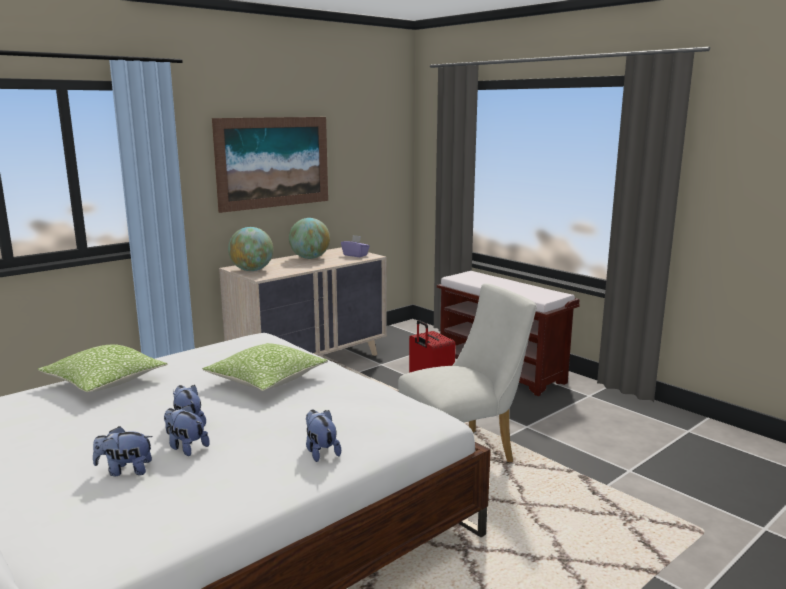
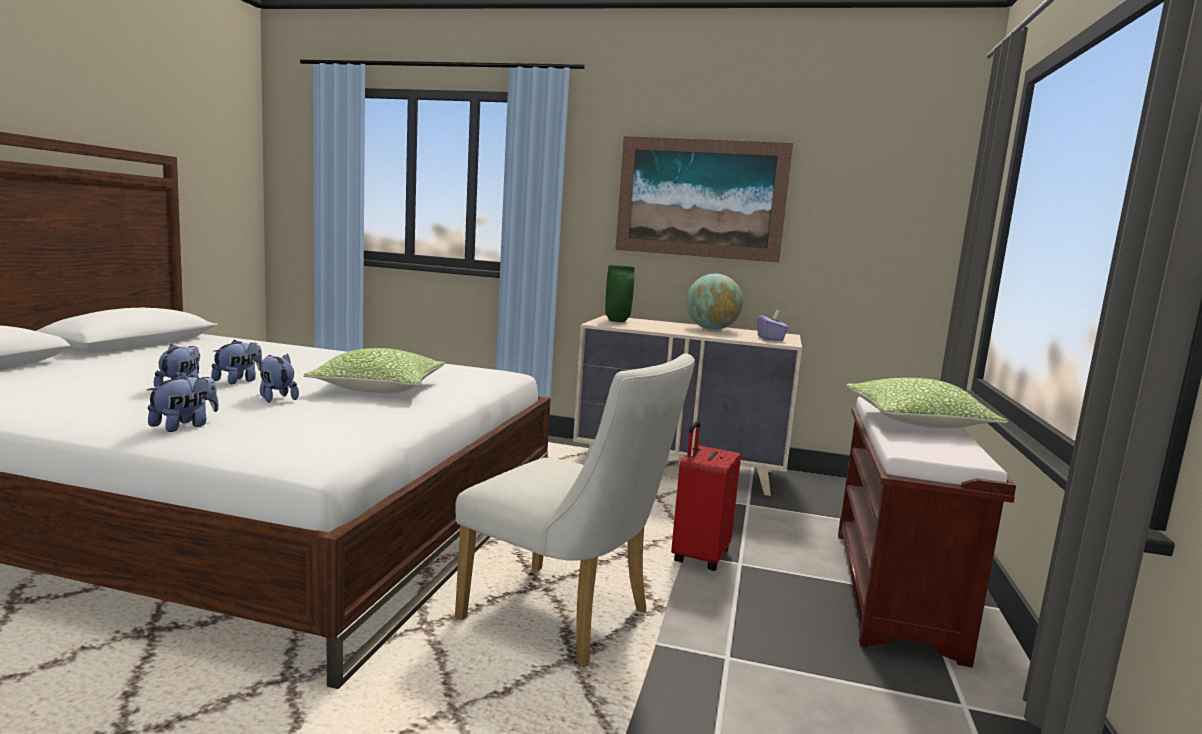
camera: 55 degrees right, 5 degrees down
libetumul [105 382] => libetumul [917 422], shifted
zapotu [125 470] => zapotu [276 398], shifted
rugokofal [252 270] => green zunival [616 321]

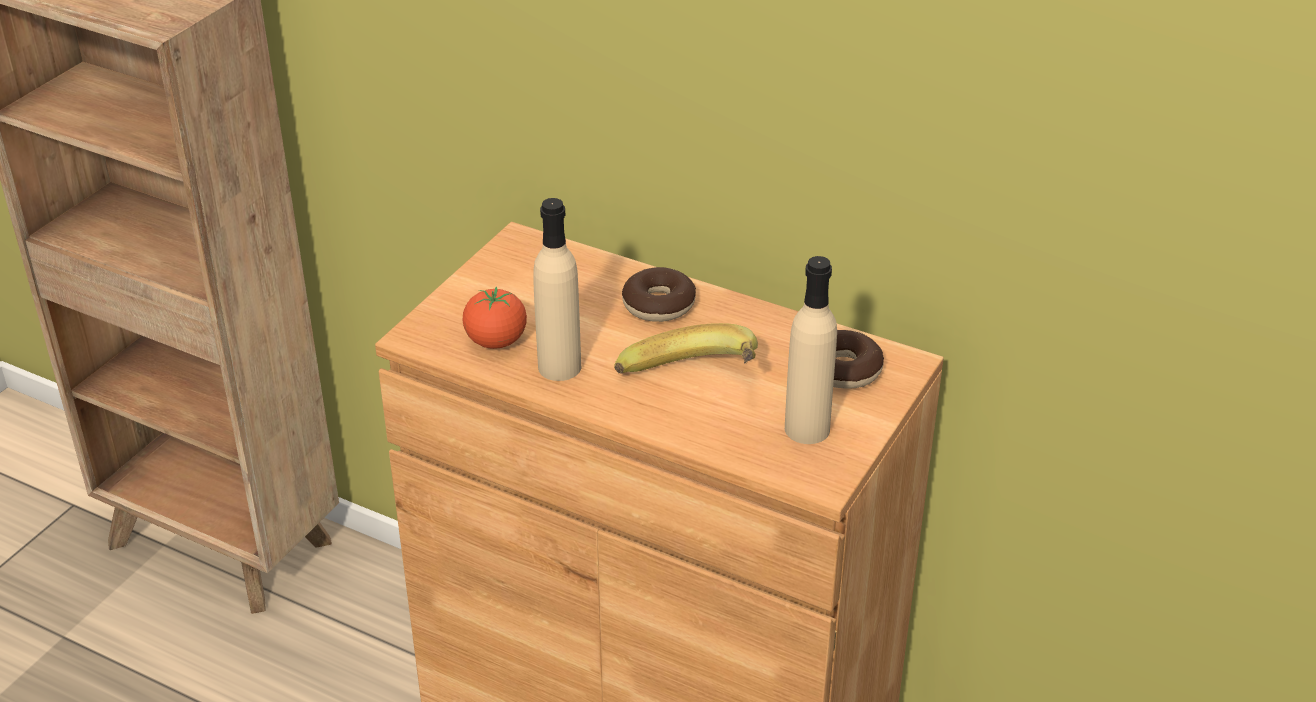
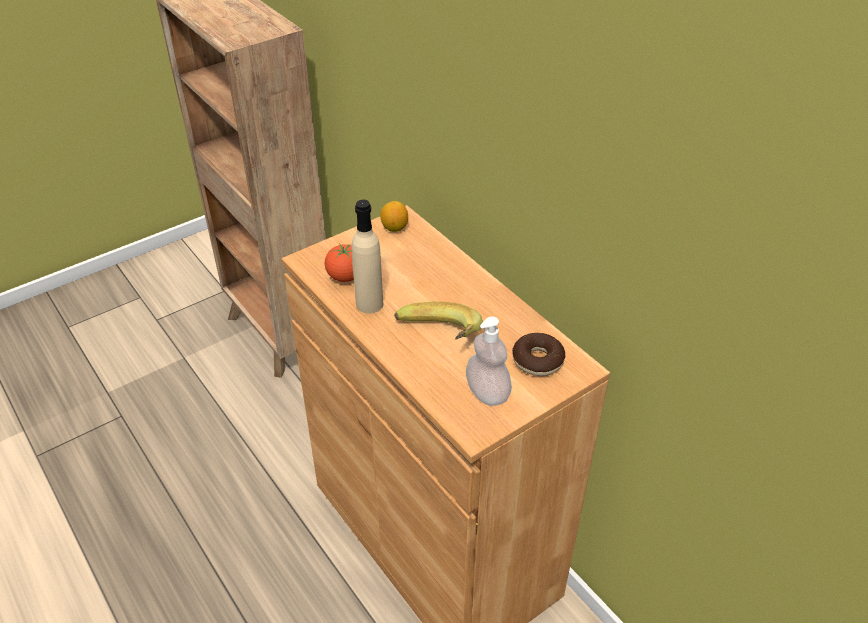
camera: 25 degrees right, 5 degrees up
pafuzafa [659 305] => nothing
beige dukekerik [807 429] => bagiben [487 393]
nothing => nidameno [394 228]

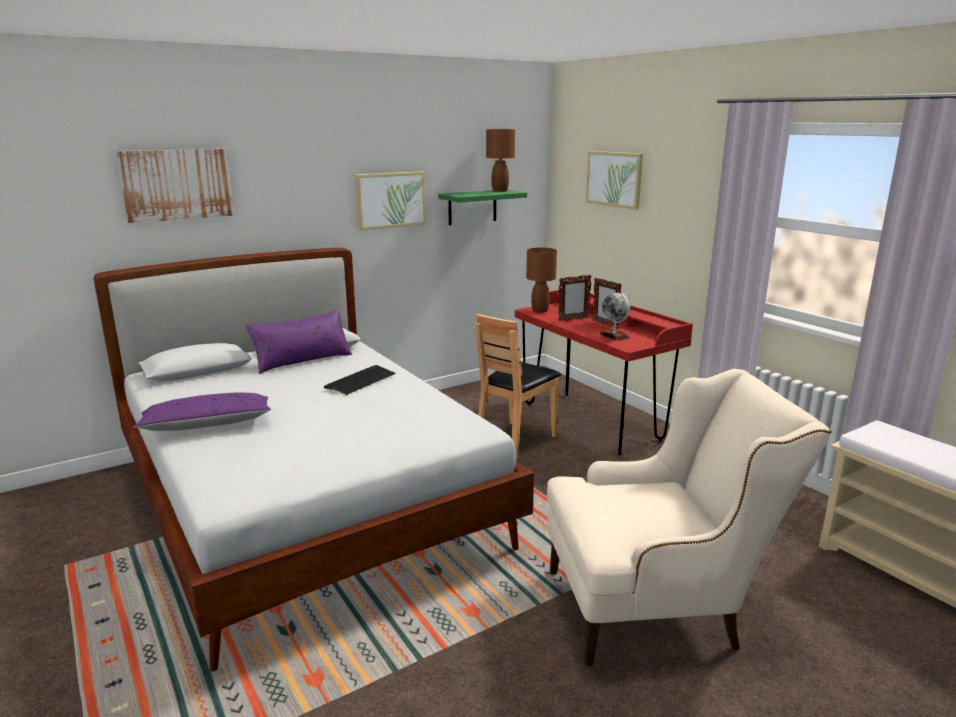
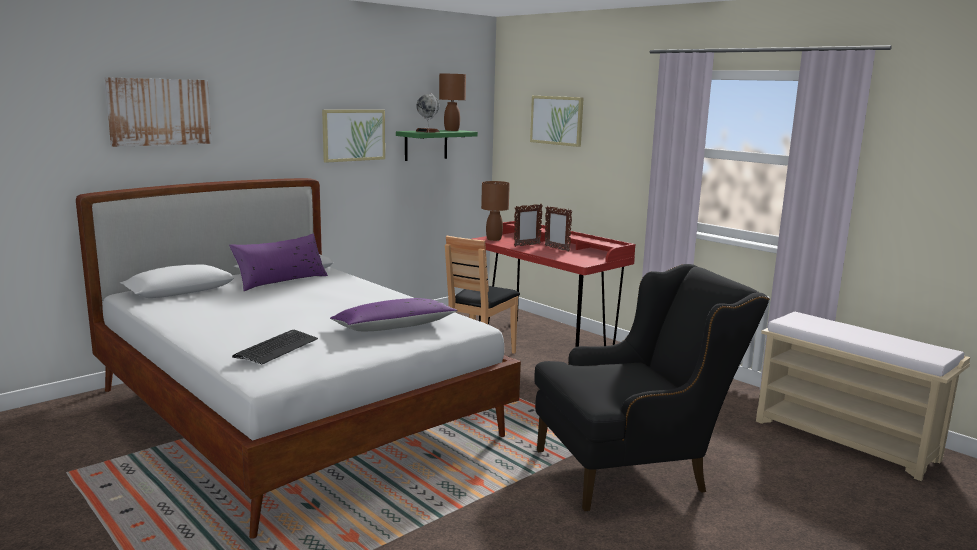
camera: 10 degrees left, 5 degrees down
purple libetumul [207 425] => purple libetumul [393 327], shifted
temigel [360 381] => temigel [276 348], shifted
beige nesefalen [658 605] => black nesefalen [634 468]
rugokofal [614 336] => rugokofal [427 131], shifted

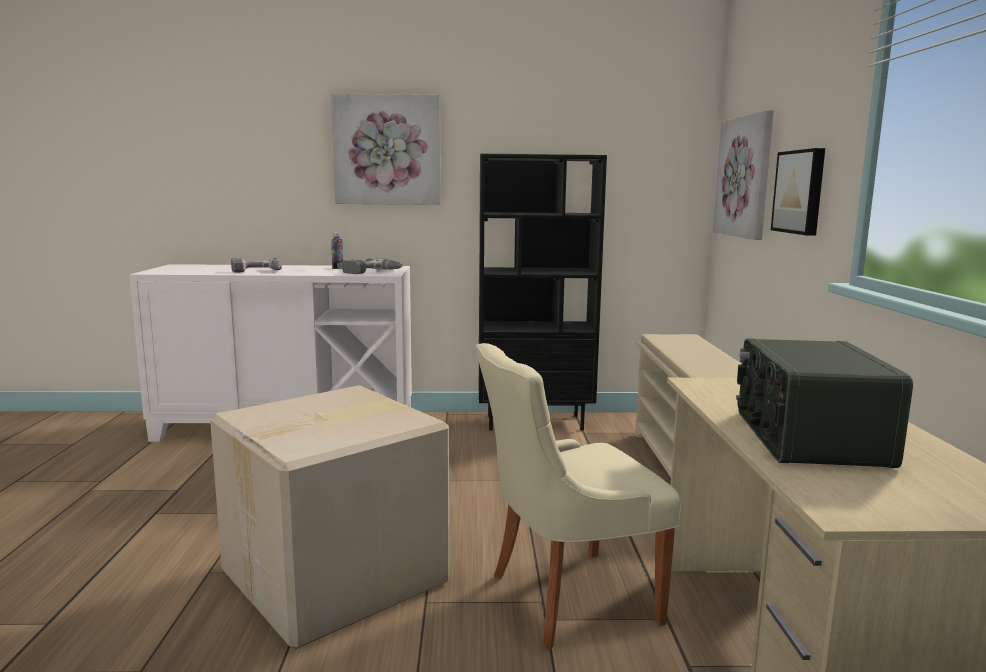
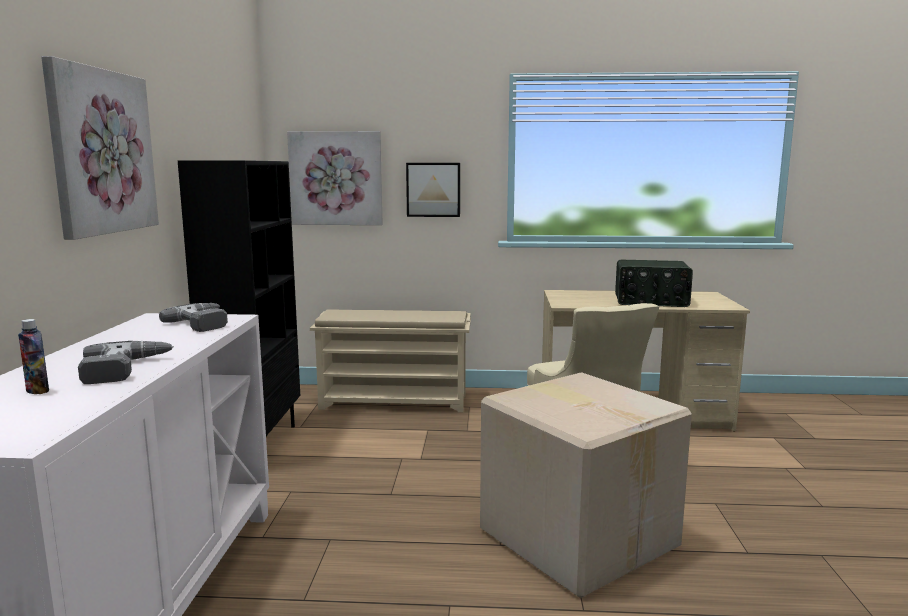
camera: 85 degrees left, 0 degrees up
dukekerik [337 268] => dukekerik [37 391], shifted

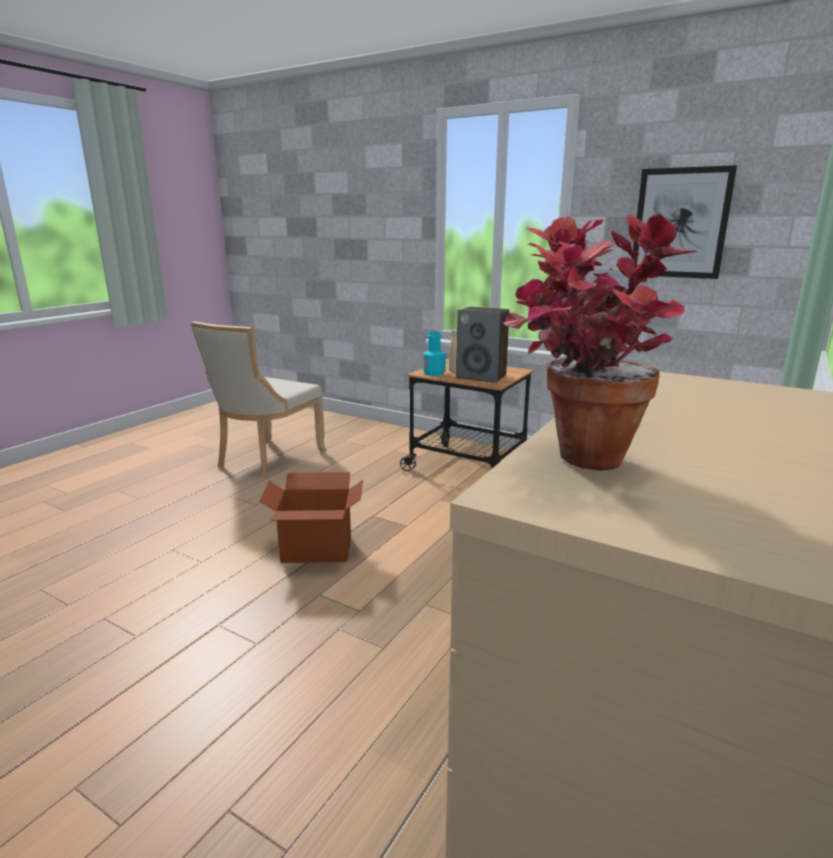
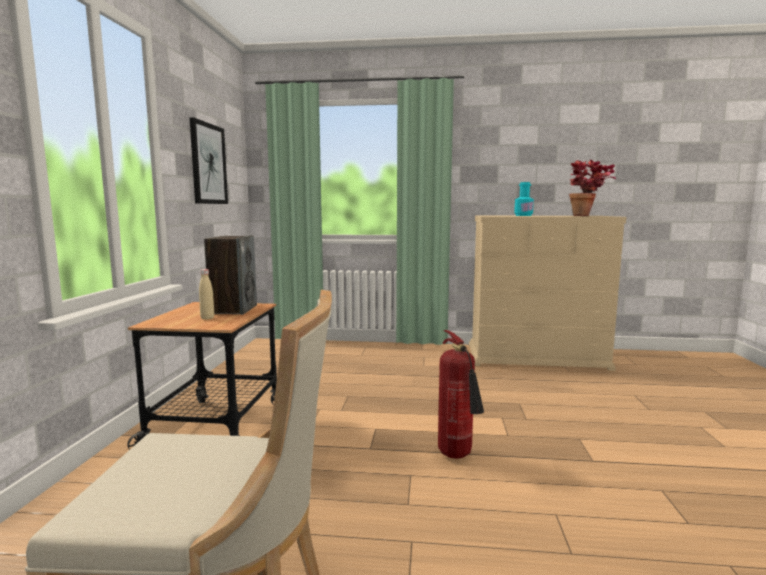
camera: 115 degrees left, 10 degrees down
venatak [317 550] => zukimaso [458 456]
turquoise dukekerik [434 373] => turquoise dukekerik [523 215], shifted

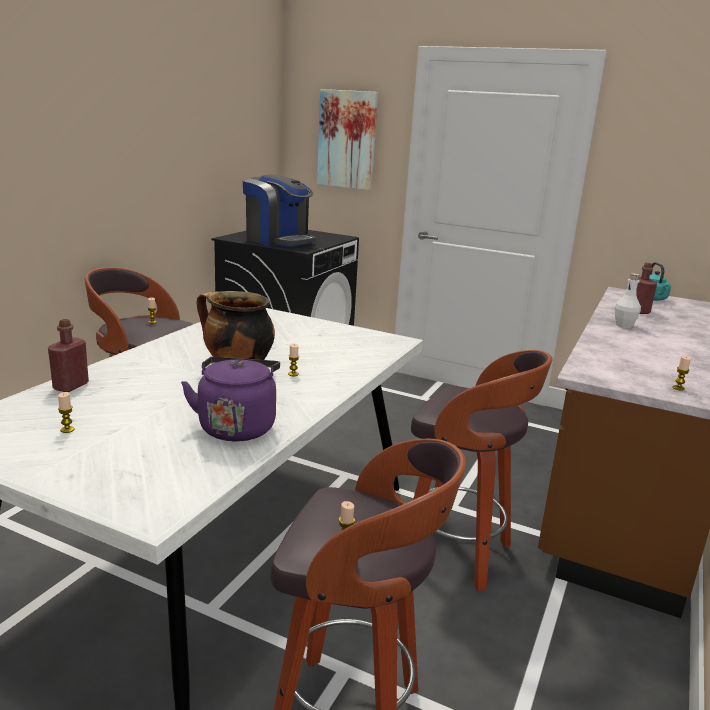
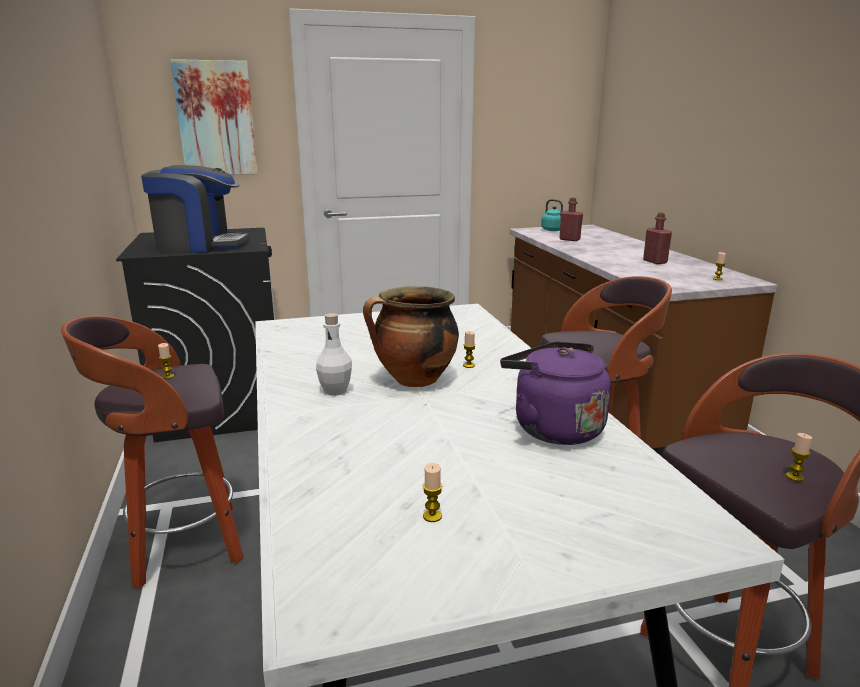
camera: 40 degrees left, 0 degrees up
red dukekerik [71 386] => red dukekerik [655 261], shifted
white dukekerik [624 325] => white dukekerik [335 391], shifted

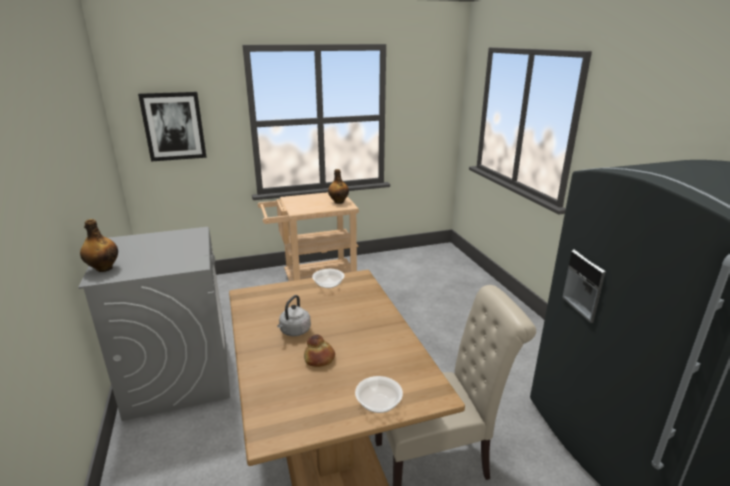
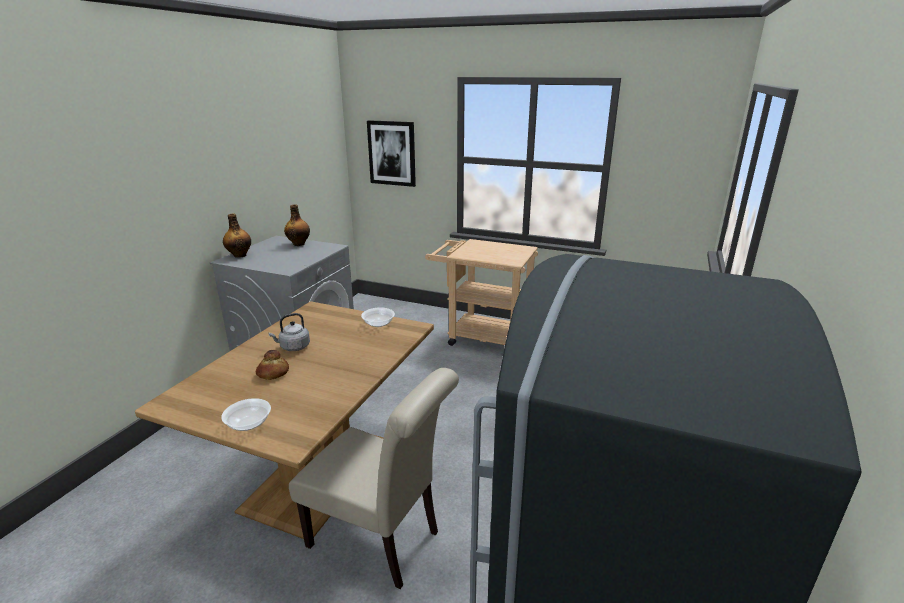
camera: 40 degrees right, 0 degrees up
dukekerik [338 202] => dukekerik [299 244], shifted

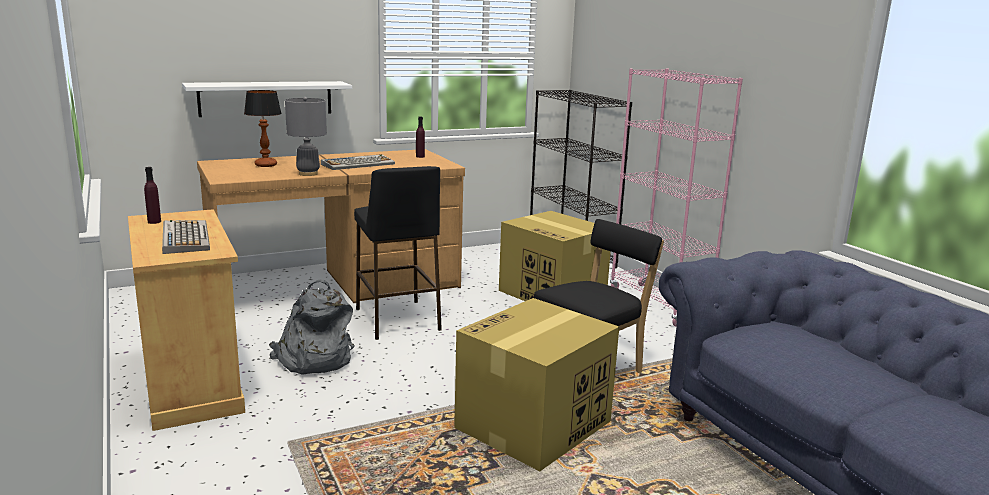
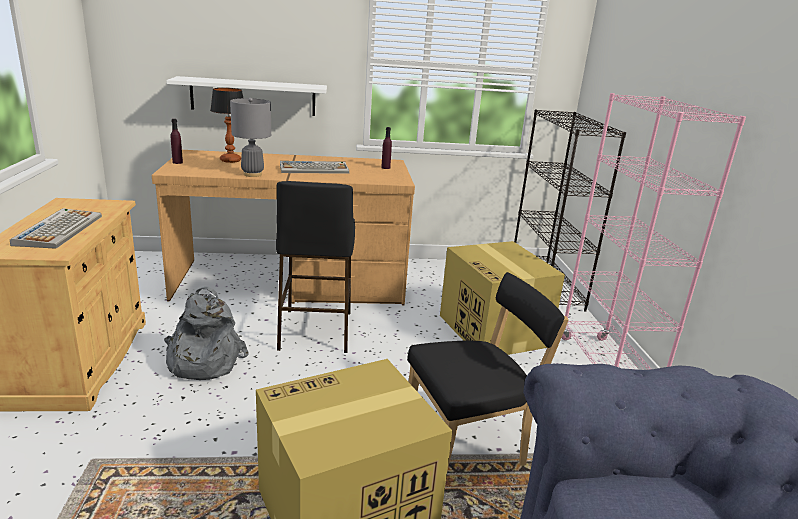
camera: 20 degrees right, 5 degrees up
purple dukekerik [154 222] => purple dukekerik [177 162], shifted

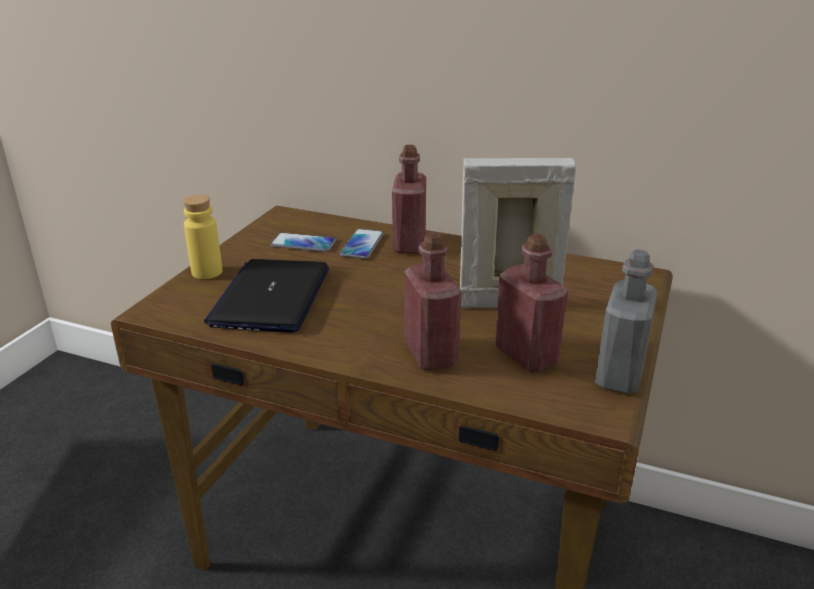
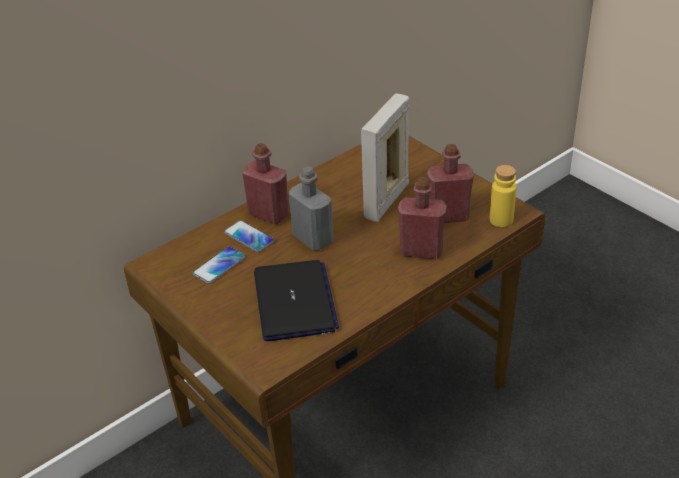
camera: 60 degrees left, 10 degrees up
yellow dukekerik [207 272] => yellow dukekerik [501 220], shifted
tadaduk [271 297] => tadaduk [294 302], 135 degrees counterclockwise
grey dukekerik [619 376] => grey dukekerik [313 239], shifted

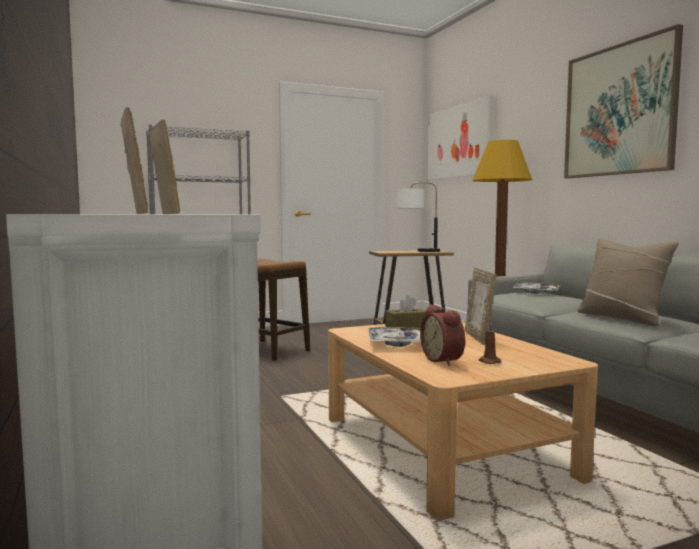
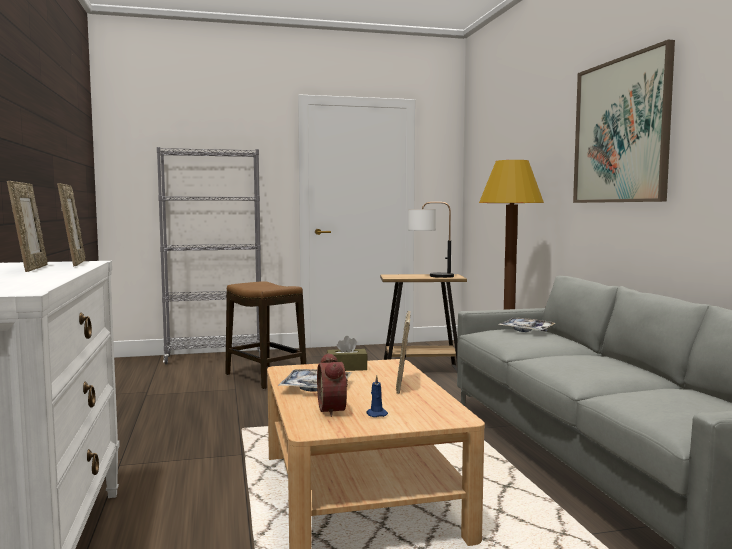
camera: 10 degrees right, 0 degrees up
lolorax [459 141] => nothing
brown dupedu [488 361] => blue dupedu [376 414]
beige libetumul [622 318] => nothing

